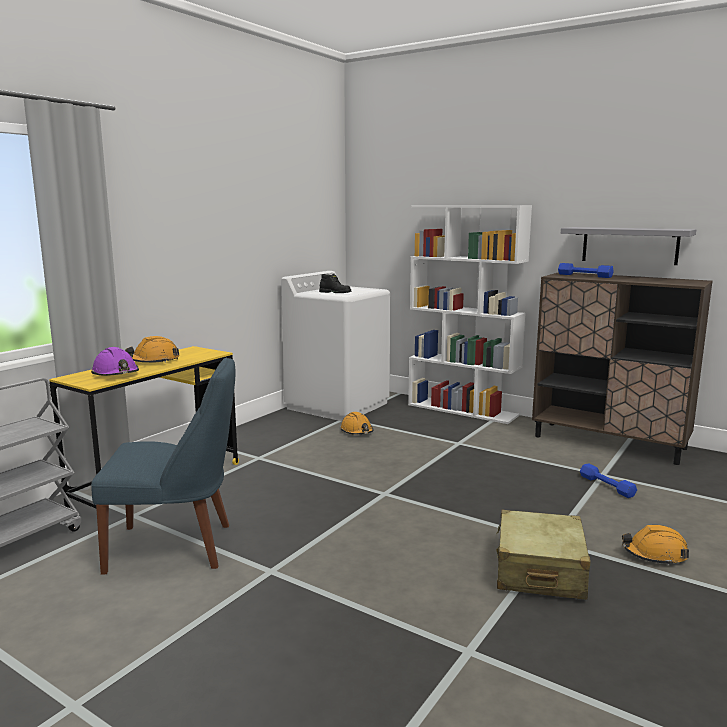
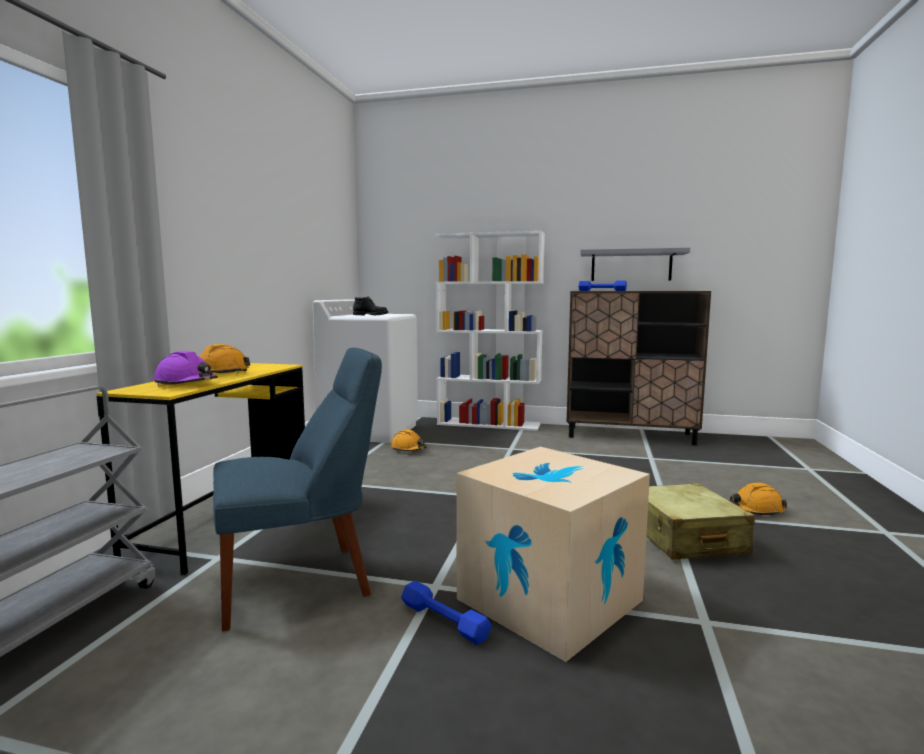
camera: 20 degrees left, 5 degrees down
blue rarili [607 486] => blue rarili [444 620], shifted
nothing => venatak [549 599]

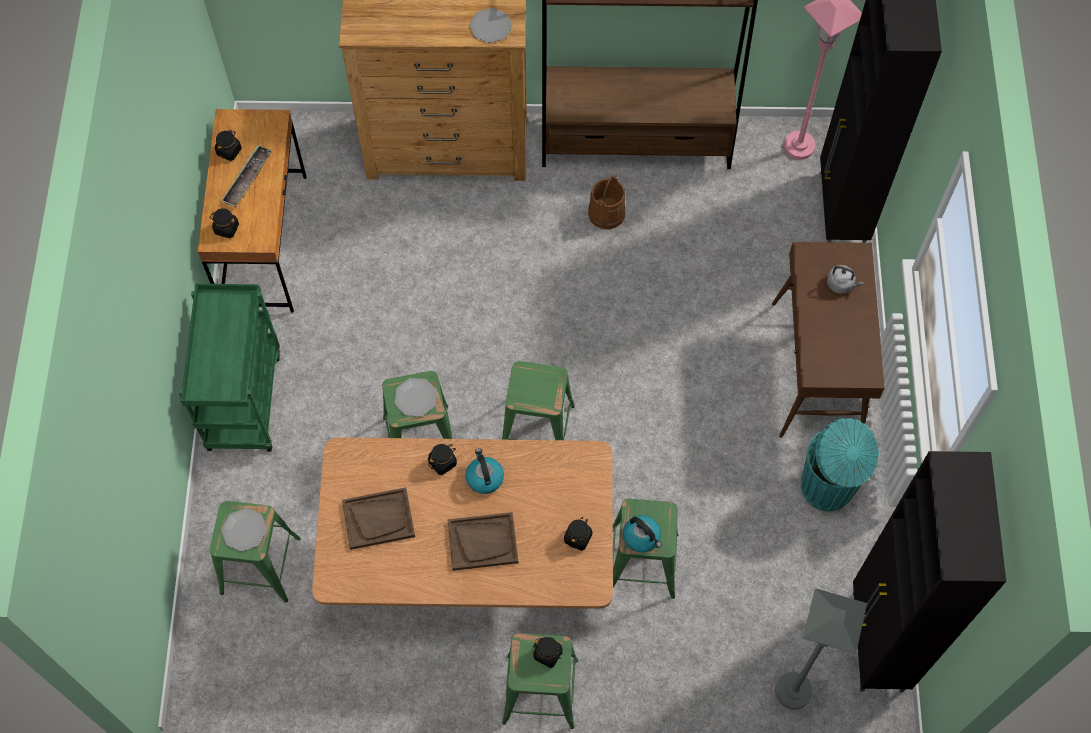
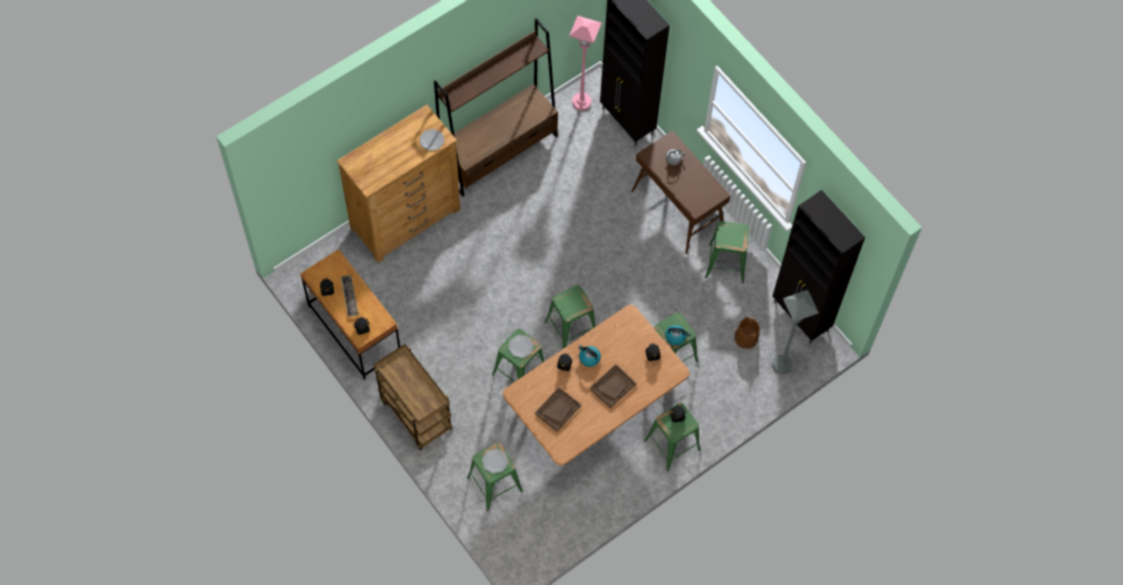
camera: 40 degrees left, 0 degrees up
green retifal [243 398] => brown retifal [414 413]
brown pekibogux [606 213] => brown pekibogux [746 337], shifted
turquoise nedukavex [828 488] => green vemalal [726 262]

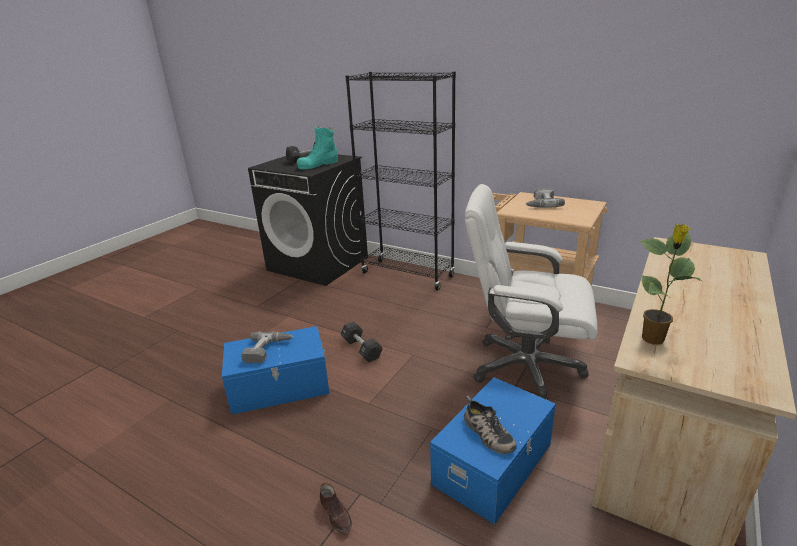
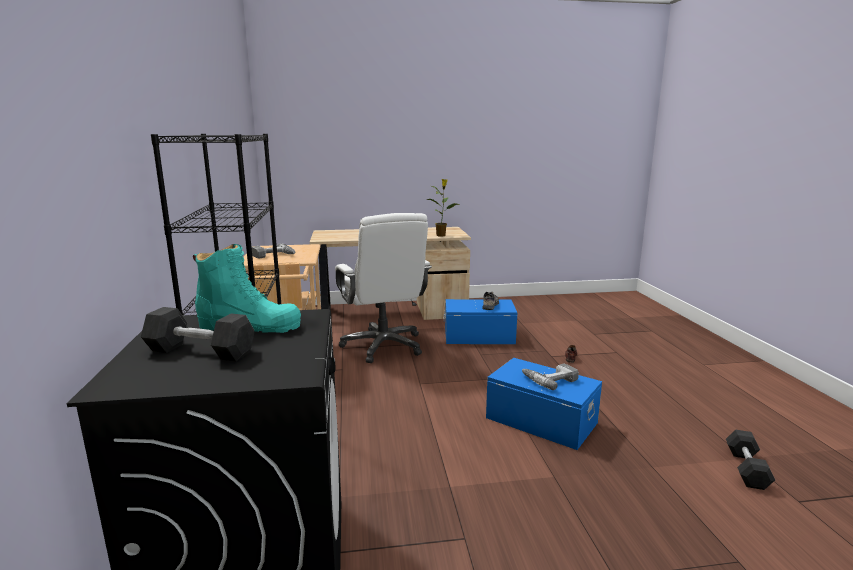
camera: 130 degrees left, 10 degrees down
black rarili [361 349] => black rarili [746 469], shifted

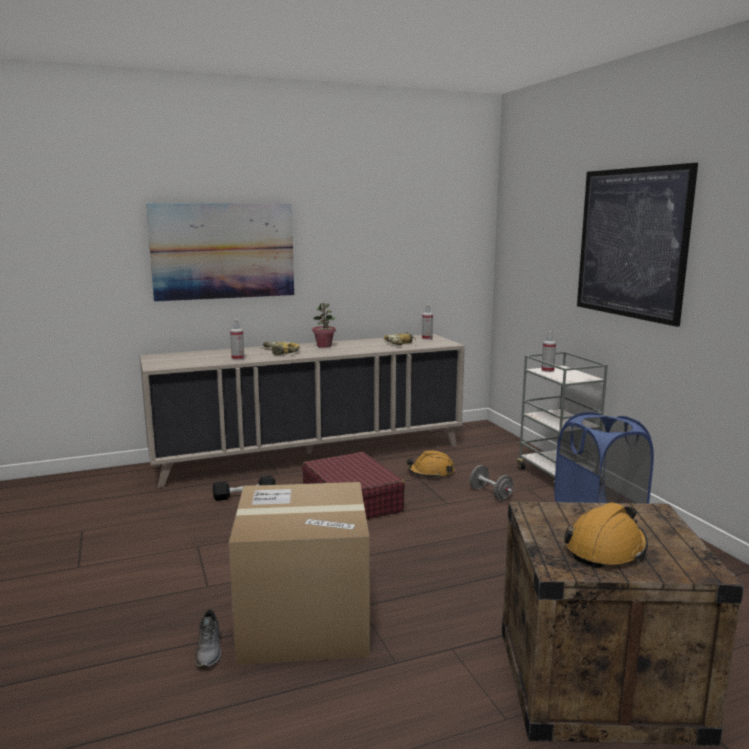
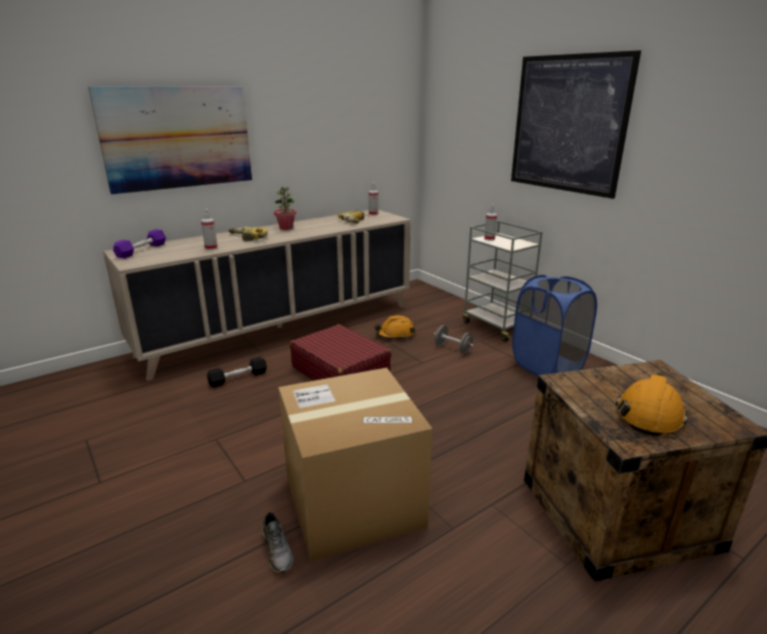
camera: 15 degrees left, 10 degrees up
nothing => purple rarili [142 250]

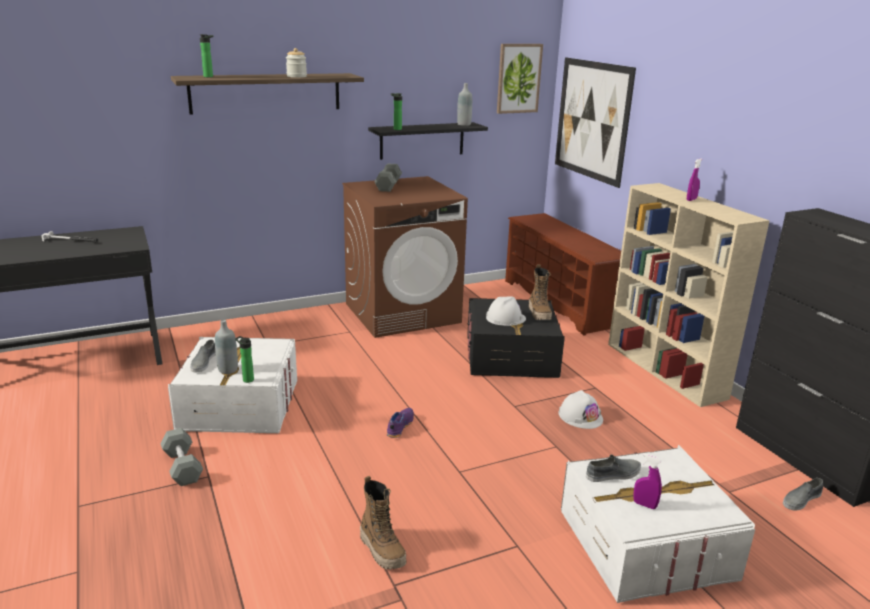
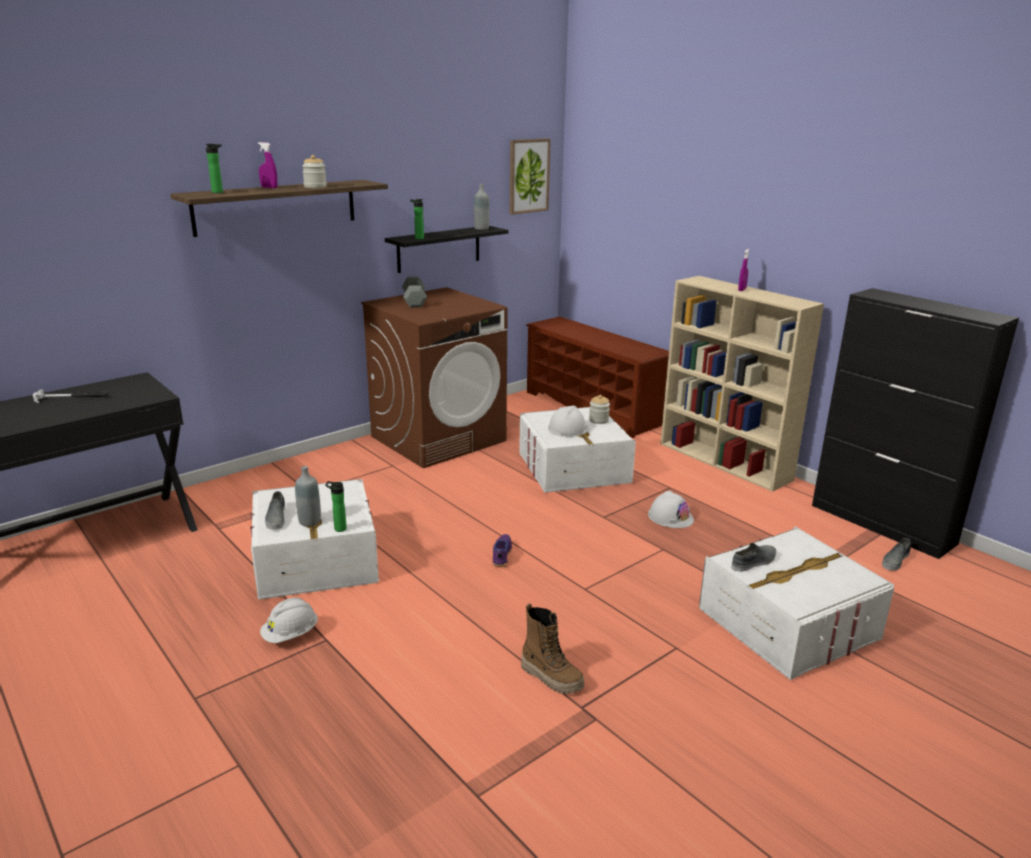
camera: 15 degrees left, 0 degrees up
grey rarili [182 466] => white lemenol [290 635]
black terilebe [511 356] => white terilebe [573 468]
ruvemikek [539 313] => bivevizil [598 420]
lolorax [592 120] => nothing
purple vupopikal [644 505] => purple vupopikal [269 187], shifted

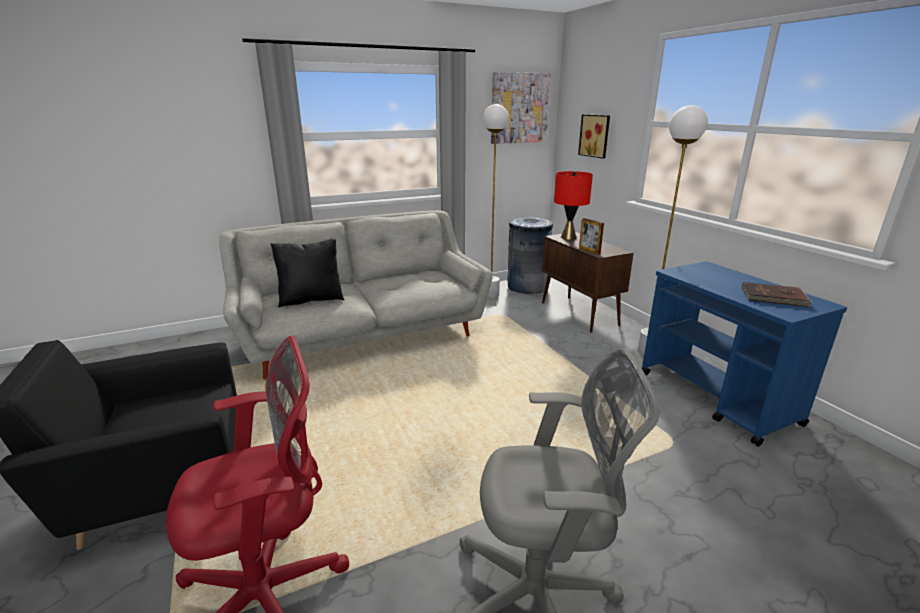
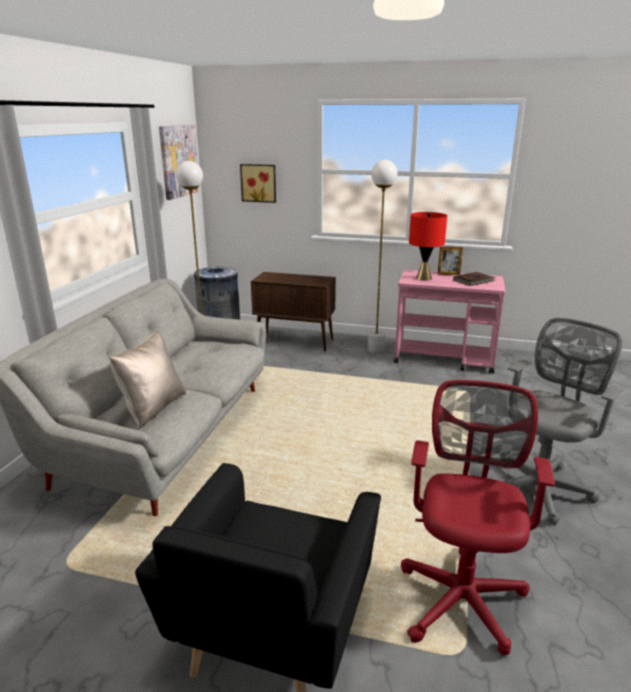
camera: 50 degrees left, 0 degrees up
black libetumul [311 299] => beige libetumul [152 408]
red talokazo [568 237] => red talokazo [423 278], shifted
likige [589 251] => likige [448 274], shifted
blue retifal [717 398] => pink retifal [444 359]

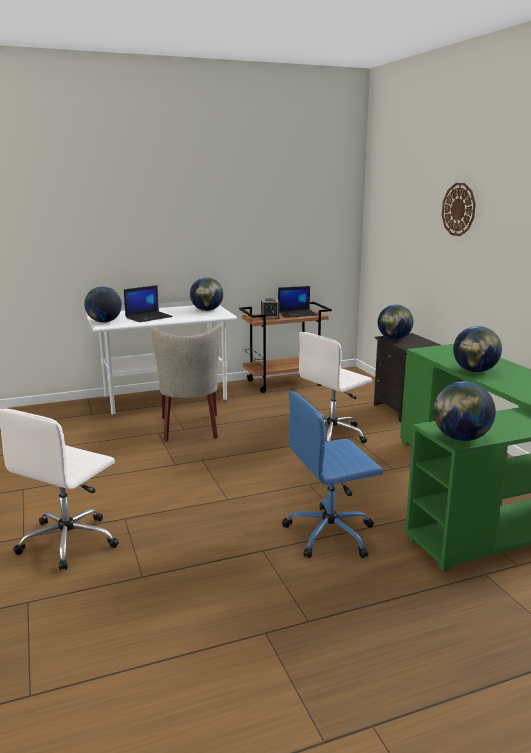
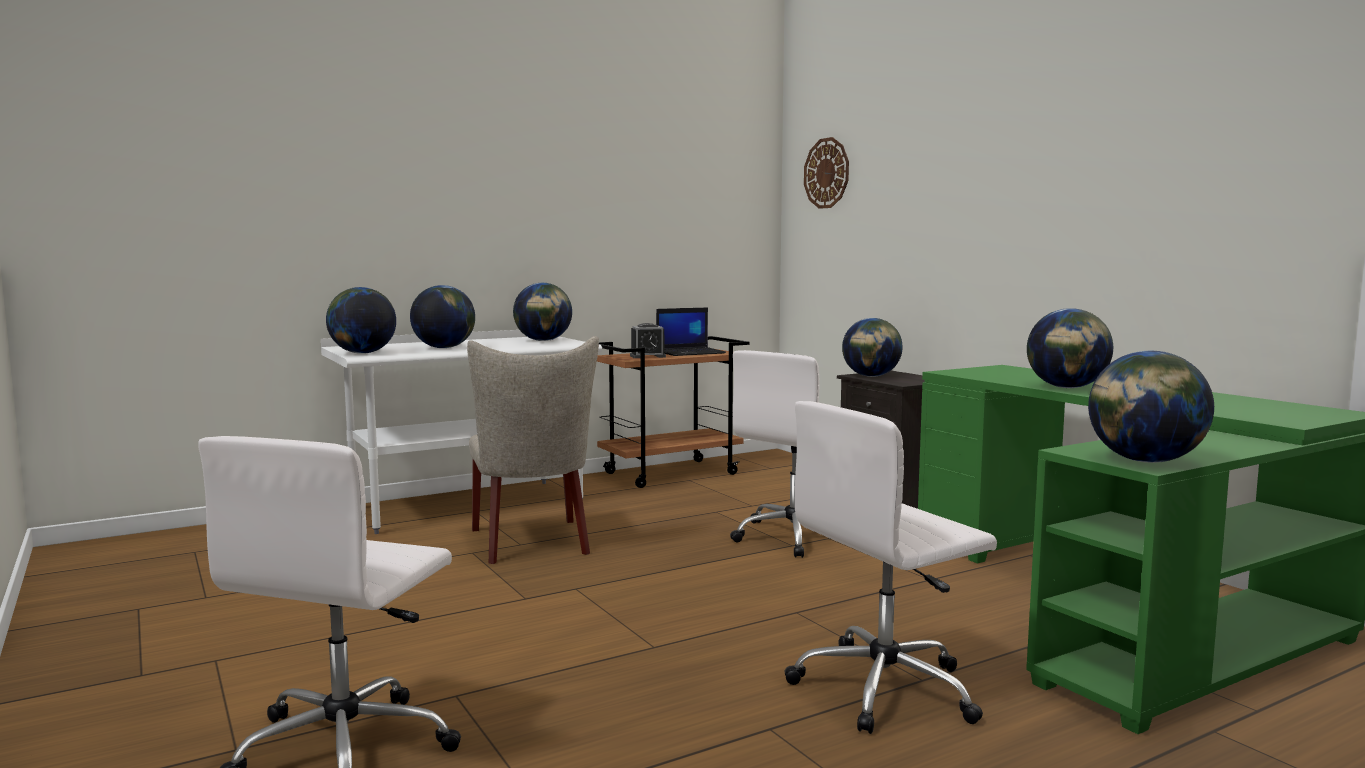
camera: 10 degrees left, 10 degrees down
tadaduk [149 317] => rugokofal [444 348]
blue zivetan [331 534] => white zivetan [886 688]
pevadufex [458 209] => pevadufex [826 173], shifted

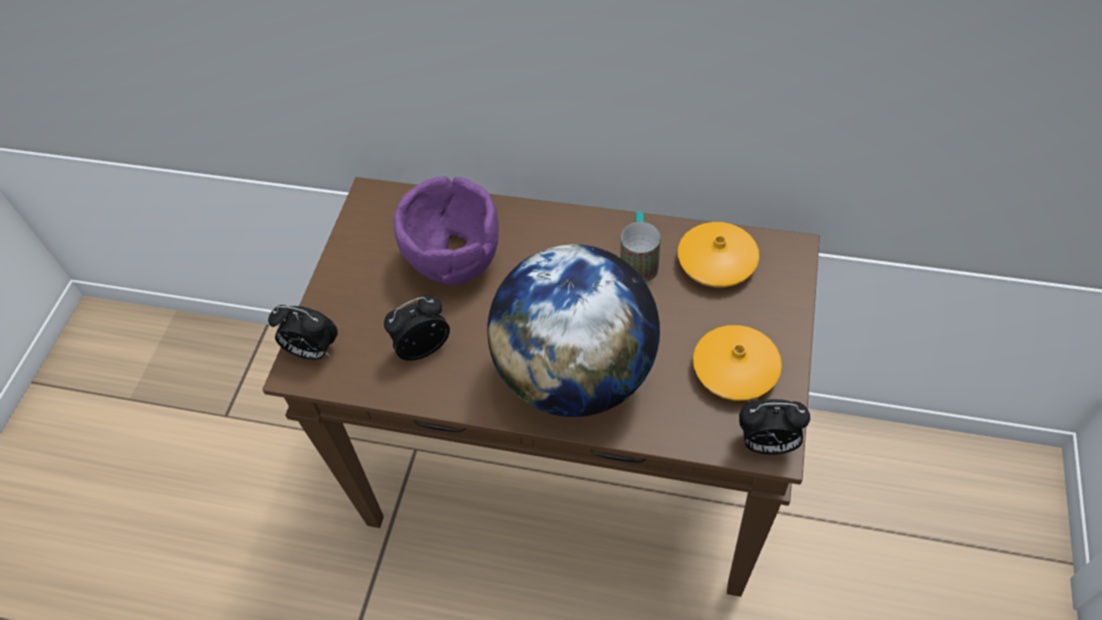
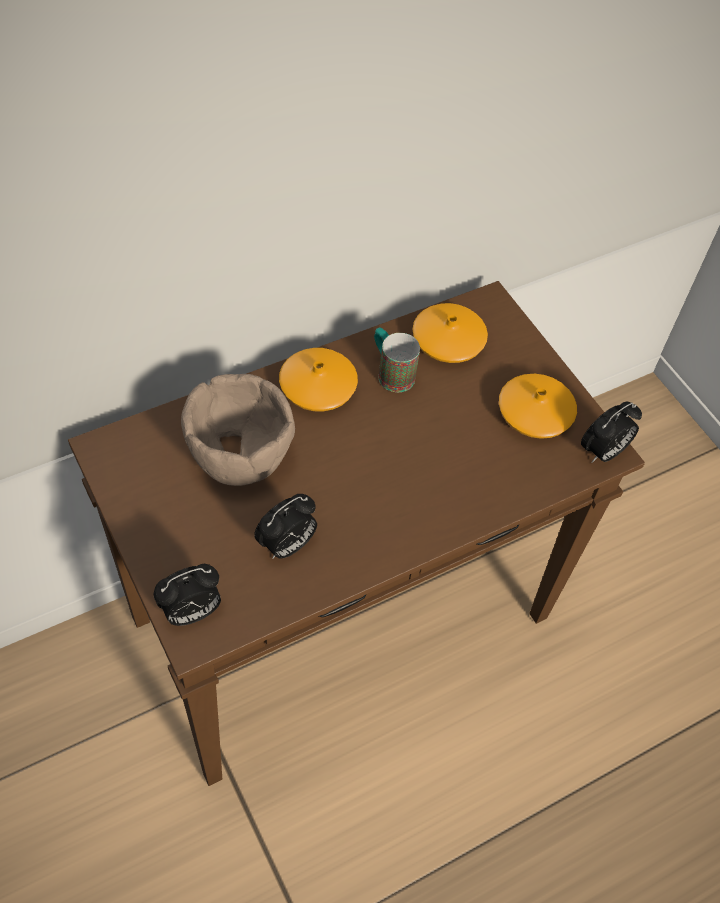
camera: 50 degrees left, 0 degrees up
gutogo [423 347] => gutogo [286 545], 150 degrees counterclockwise
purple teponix [454 258] => brown teponix [237 457]
rugokofal [576 374] => nothing
nothing => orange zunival [318 387]

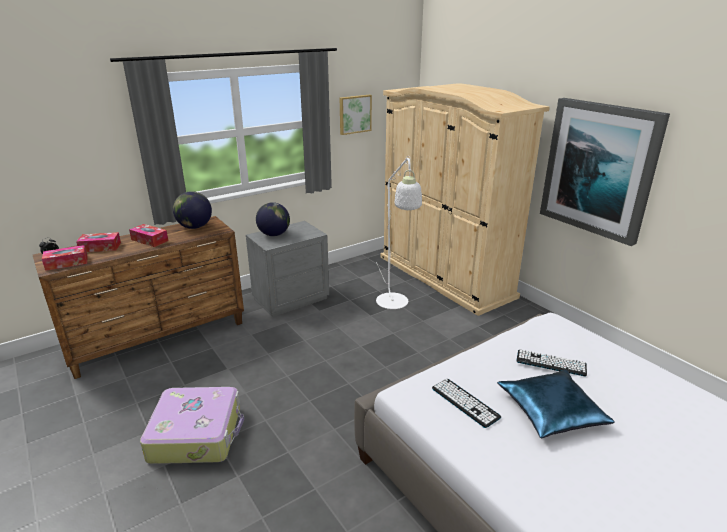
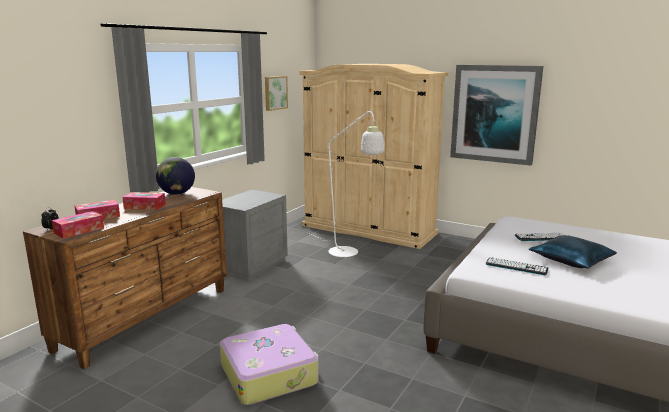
camera: 25 degrees left, 10 degrees down
rugokofal [274 234] => nothing

